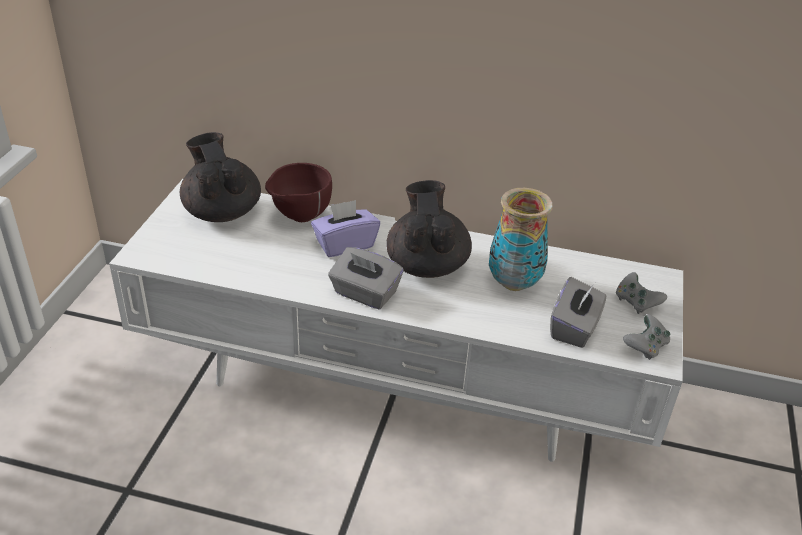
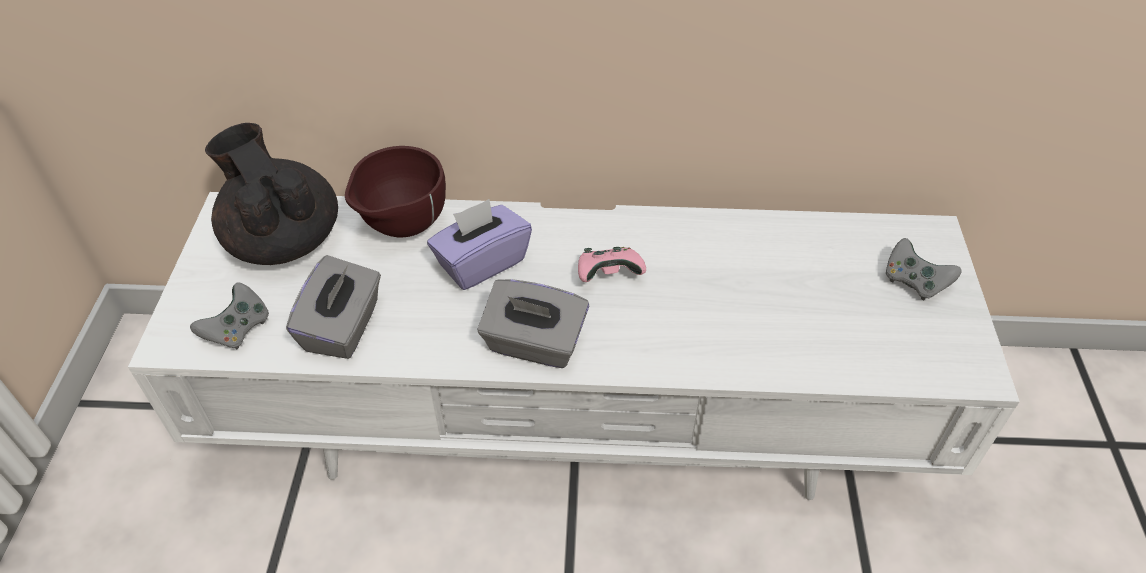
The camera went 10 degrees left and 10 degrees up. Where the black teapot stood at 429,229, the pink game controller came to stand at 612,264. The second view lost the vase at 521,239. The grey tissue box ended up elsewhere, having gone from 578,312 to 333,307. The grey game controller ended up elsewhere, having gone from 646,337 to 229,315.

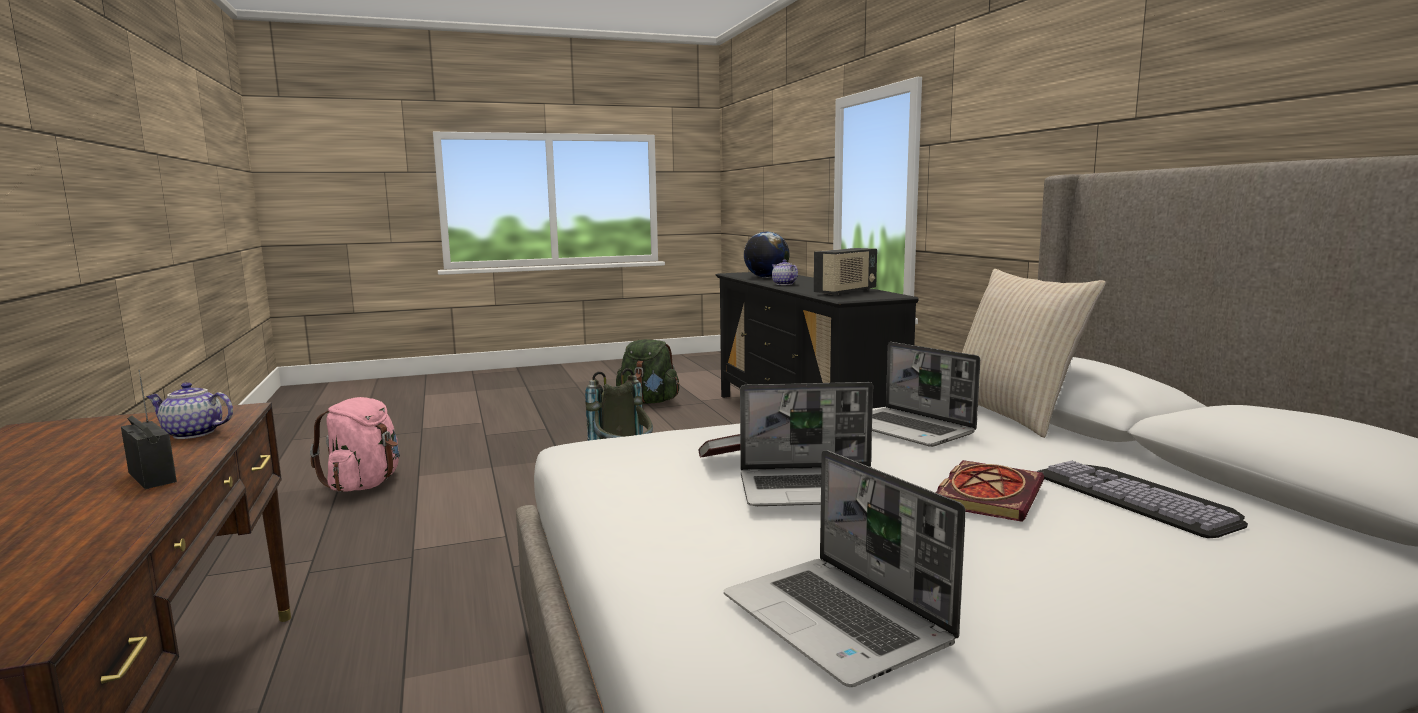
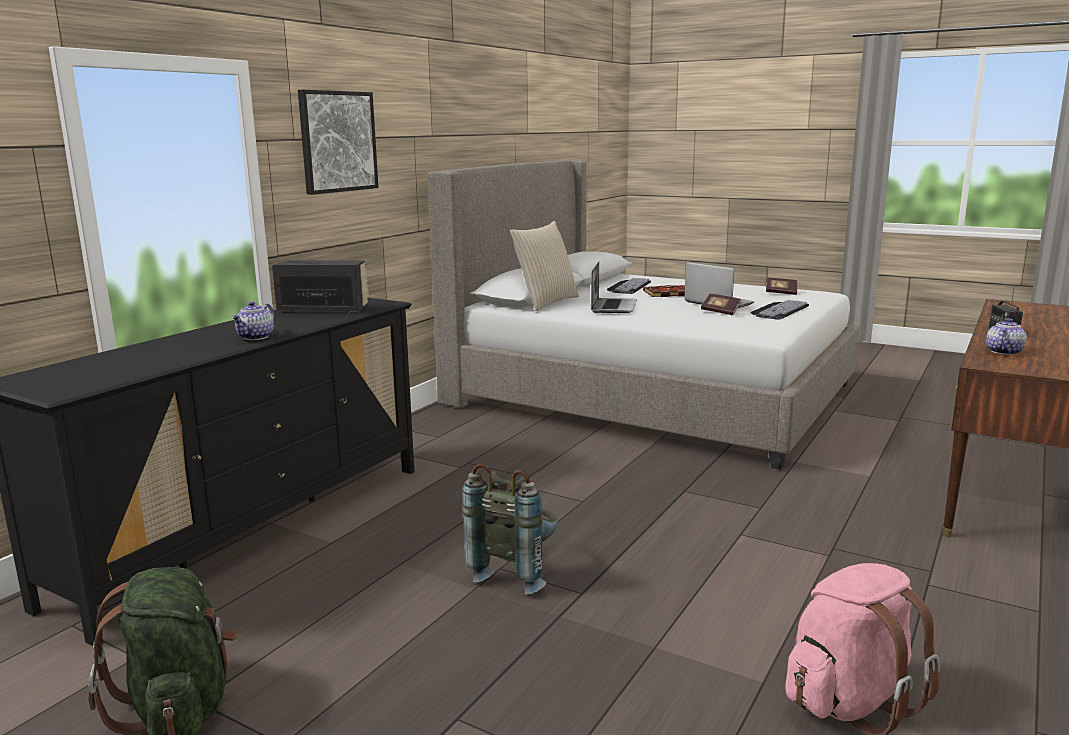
The camera went 130 degrees left and 5 degrees up. The second view lost the globe at 767,255. The teapot at 189,410 ended up facing another way, 105 degrees counterclockwise from before. Where the laptop stood at 845,568, the book came to stand at 781,286. The second view gained the picture at 338,142. The second view gained the keyboard at 780,310.

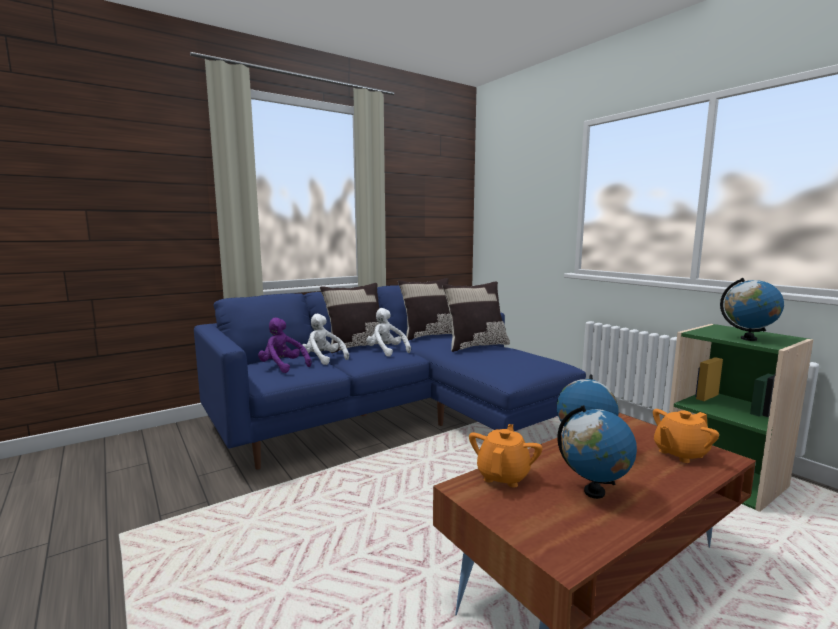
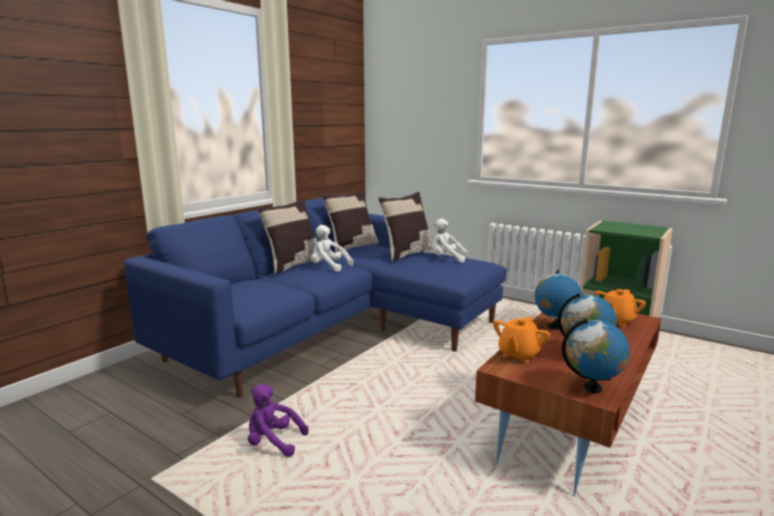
The camera went 20 degrees left and 5 degrees up. The globe ended up elsewhere, having gone from 752,309 to 596,356. The white plush toy ended up elsewhere, having gone from 326,339 to 450,241. The purple plush toy ended up elsewhere, having gone from 284,345 to 278,420. The orange teapot at 505,456 ended up facing another way, 150 degrees counterclockwise from before.

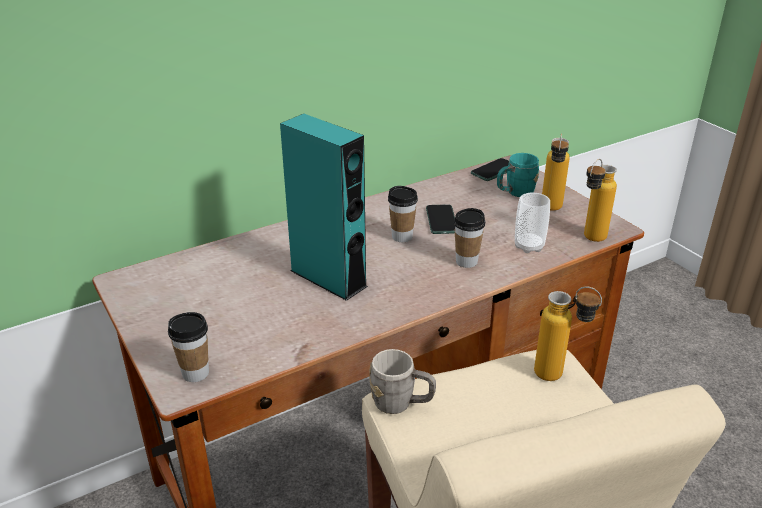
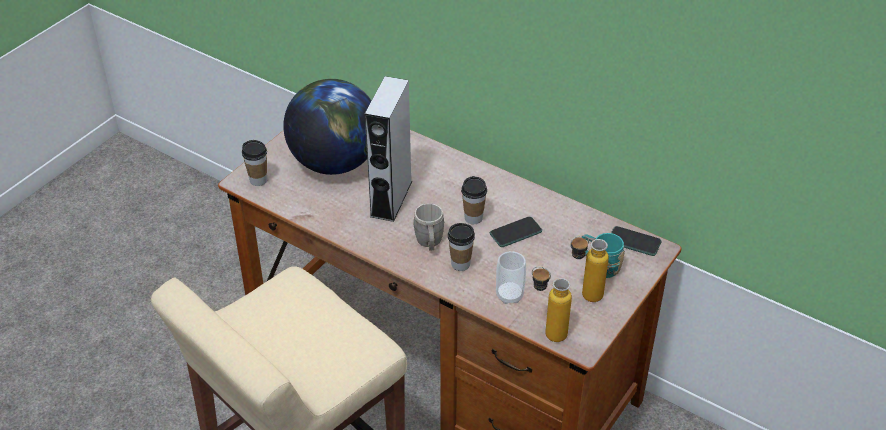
The camera went 65 degrees right and 10 degrees up. What was the turquoise speaker at 324,207 turned into the grey speaker at 388,149. The second view lost the bottle at 568,334. The grey mug ended up elsewhere, having gone from 402,381 to 428,227. The second view gained the globe at 327,127.

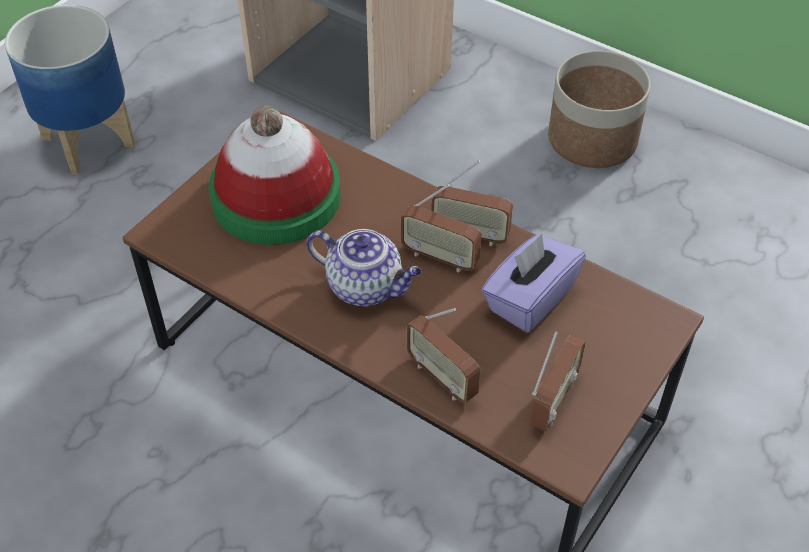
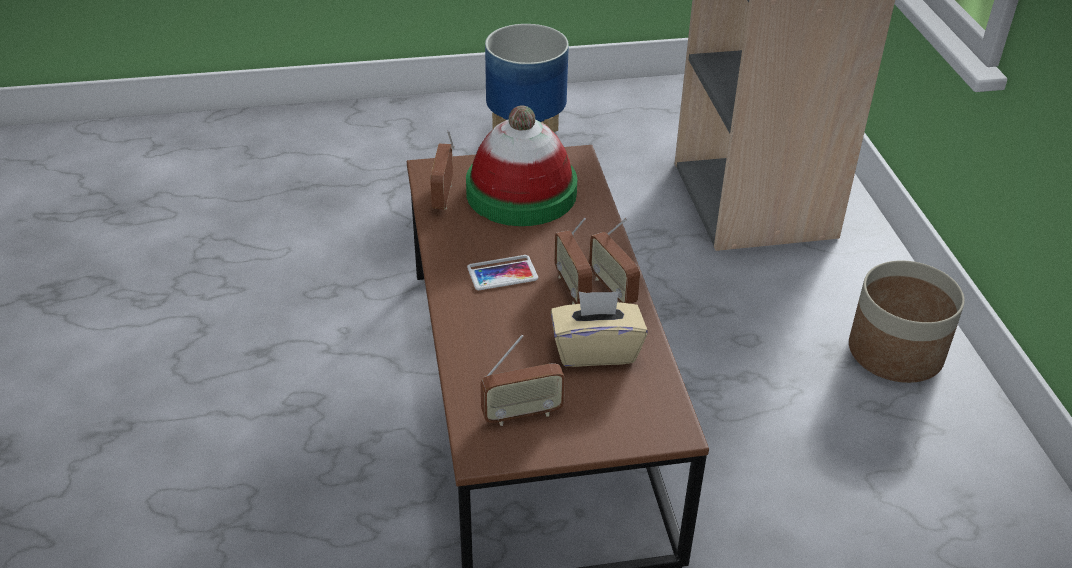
The camera went 45 degrees right and 10 degrees down. Where the teapot stood at 364,268, the phone came to stand at 502,272. What was the purple tissue box at 534,283 turned into the beige tissue box at 599,329. The radio ended up elsewhere, having gone from 443,356 to 442,169.

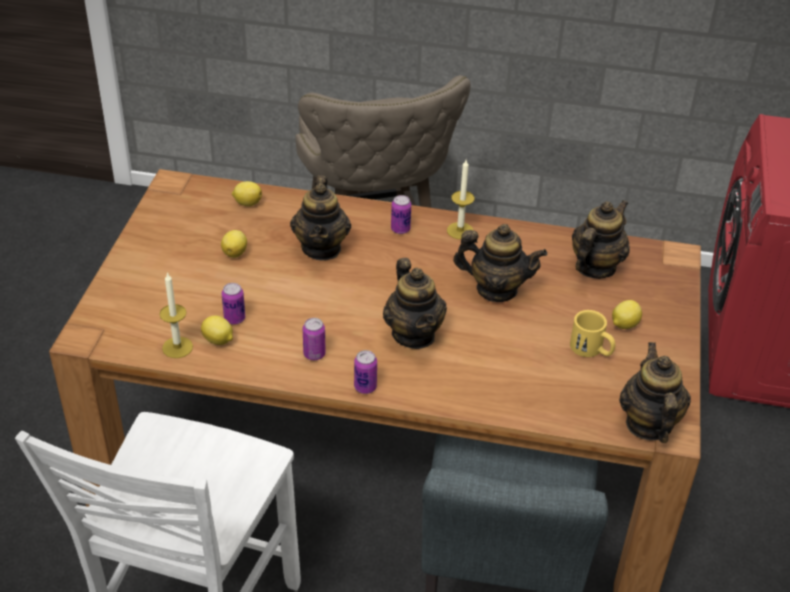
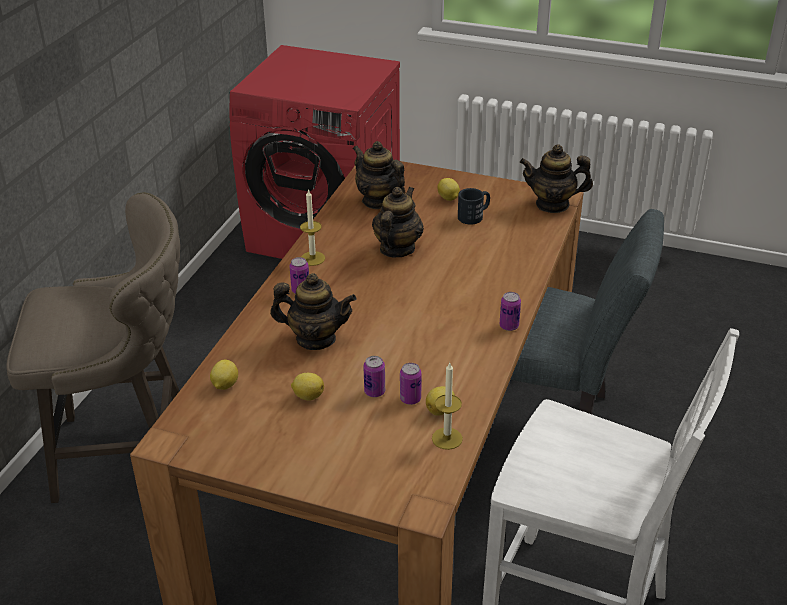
The camera went 80 degrees left and 5 degrees down. The second view lost the teapot at 415,303. What was the yellow mug at 592,333 turned into the black mug at 474,206. The can ended up elsewhere, having gone from 314,339 to 374,376.

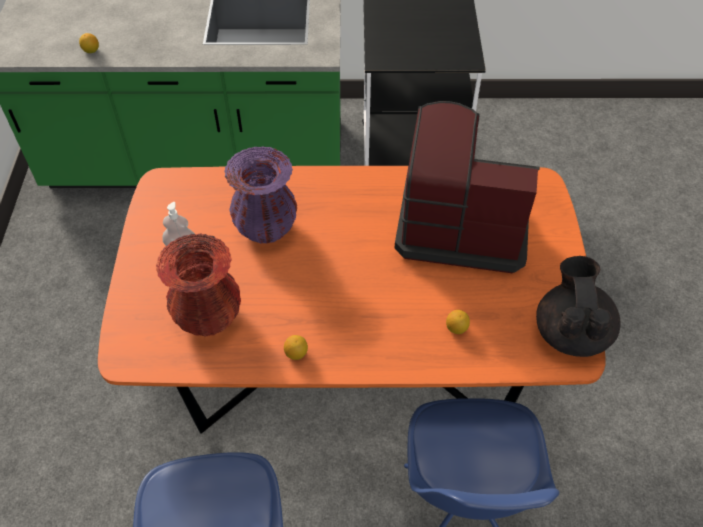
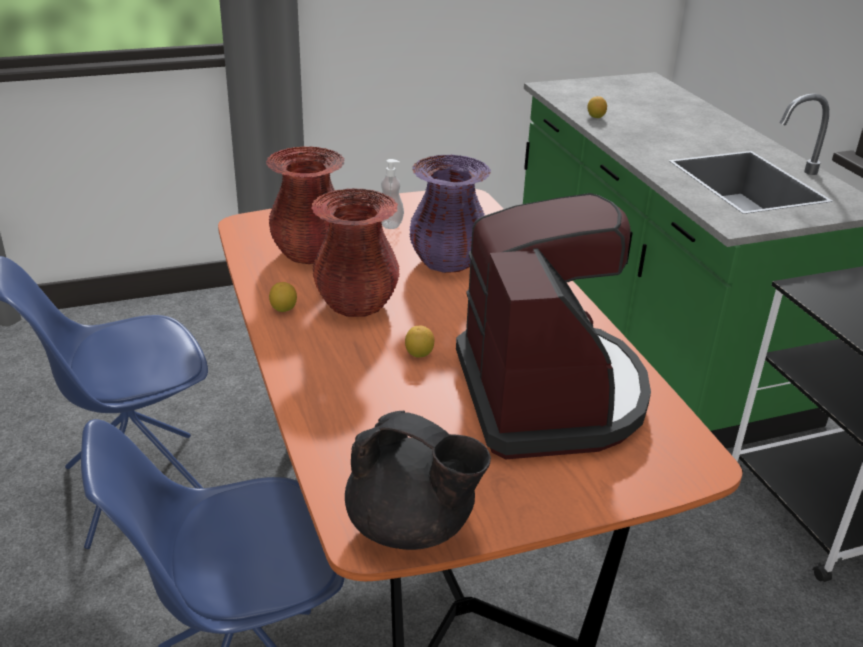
The camera went 70 degrees right and 20 degrees down. The black teapot at 578,306 ended up facing another way, 45 degrees clockwise from before. The lemon ended up elsewhere, having gone from 458,322 to 419,342. The second view gained the red vase at 356,252.

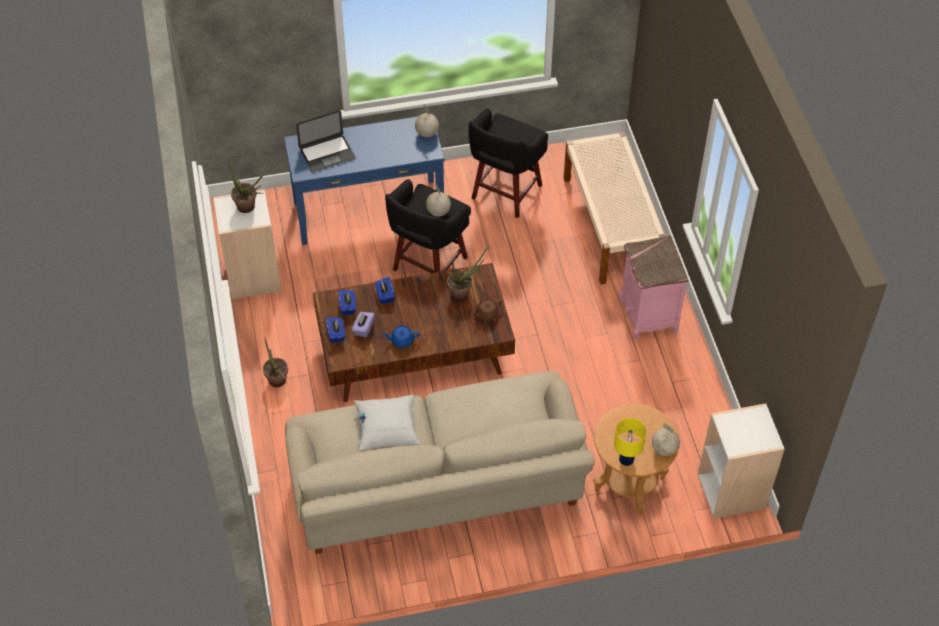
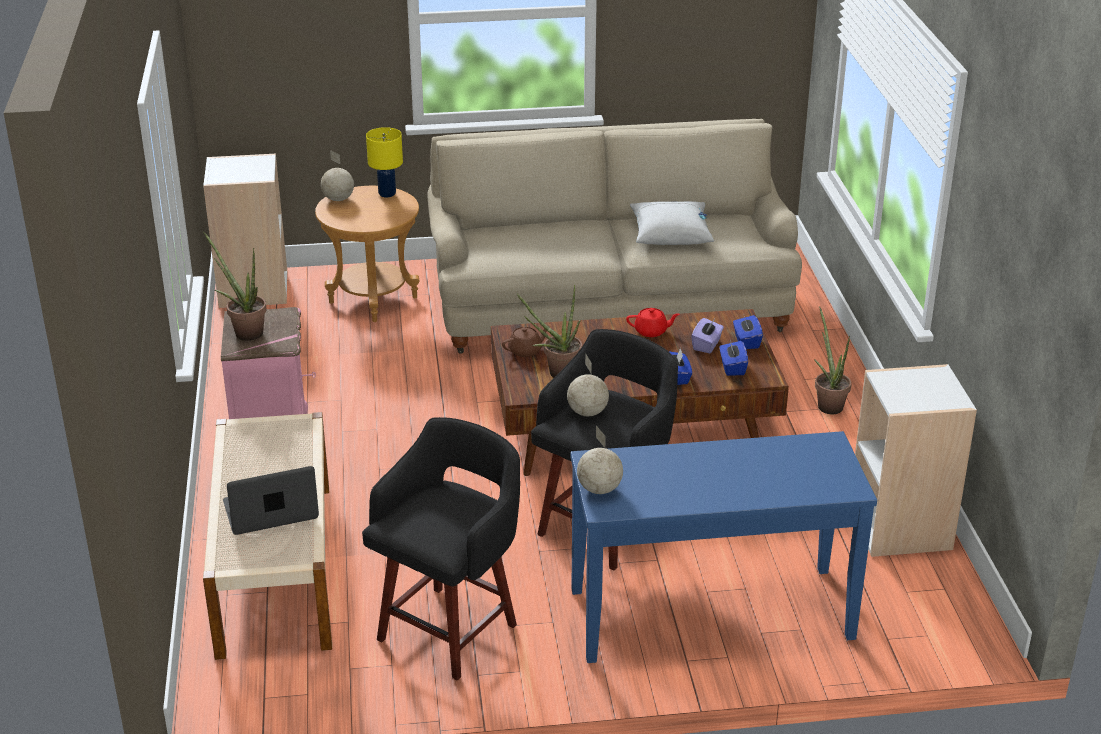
The camera went 175 degrees left and 20 degrees down. The laptop ended up elsewhere, having gone from 325,141 to 271,500. The potted plant ended up elsewhere, having gone from 246,188 to 235,286. What was the blue teapot at 401,337 turned into the red teapot at 653,322.

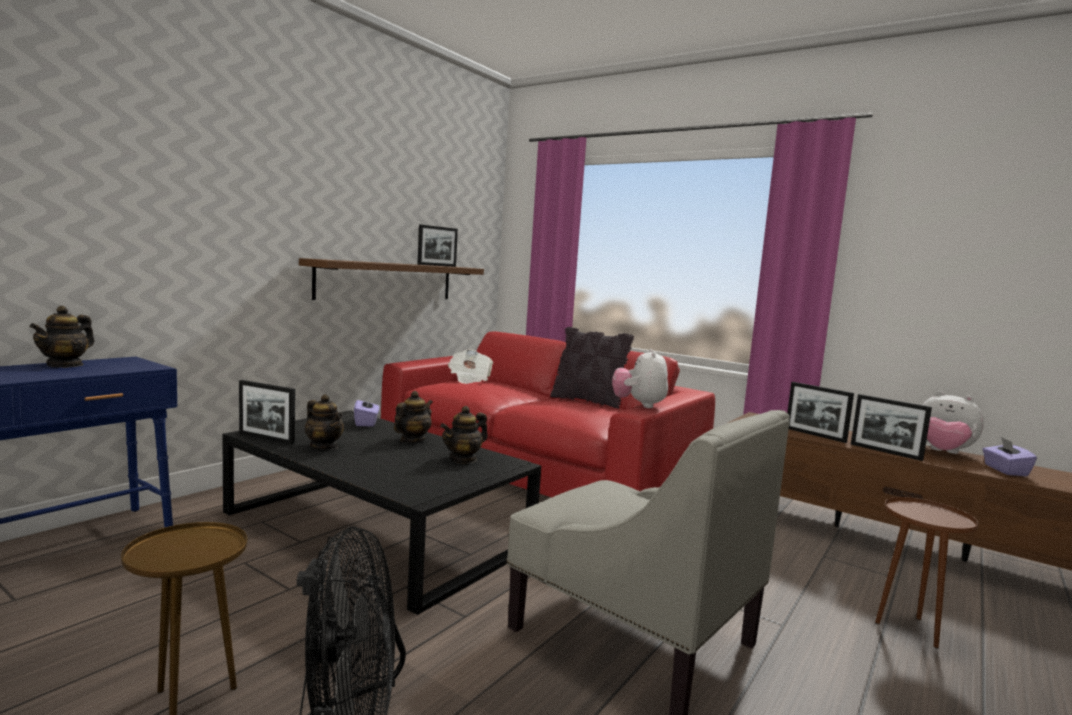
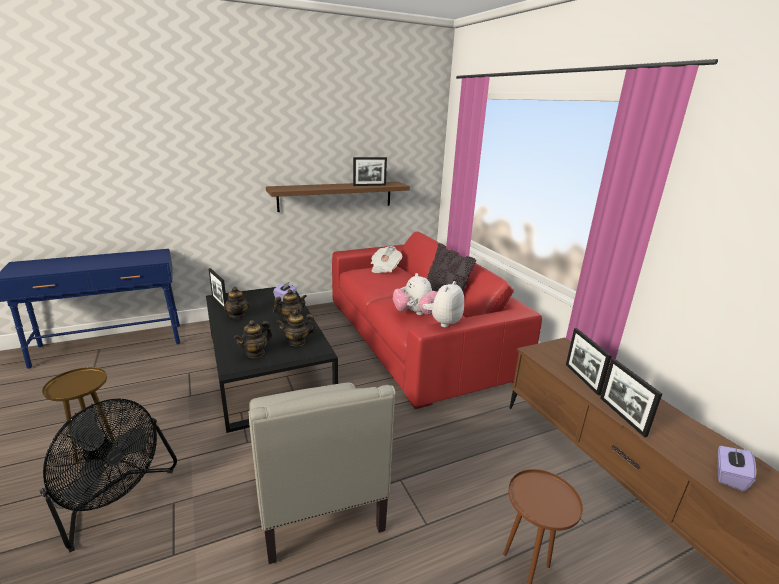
The camera went 30 degrees right and 15 degrees up. The teapot ended up elsewhere, having gone from 62,337 to 253,339. The plush toy ended up elsewhere, having gone from 953,422 to 412,294.

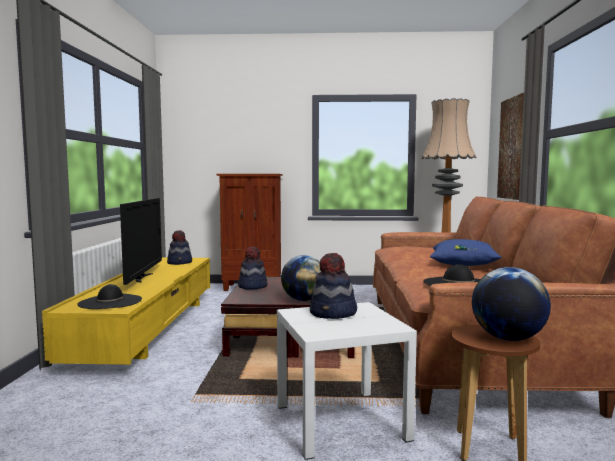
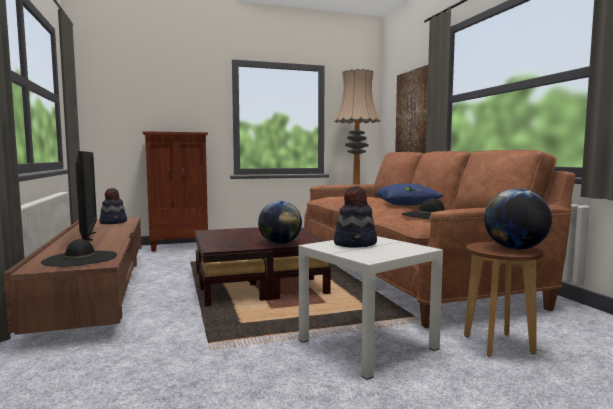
The camera went 20 degrees left and 0 degrees up. The second view lost the hat at 252,268. What was the yellow tv stand at 126,311 turned into the brown tv stand at 72,276.

